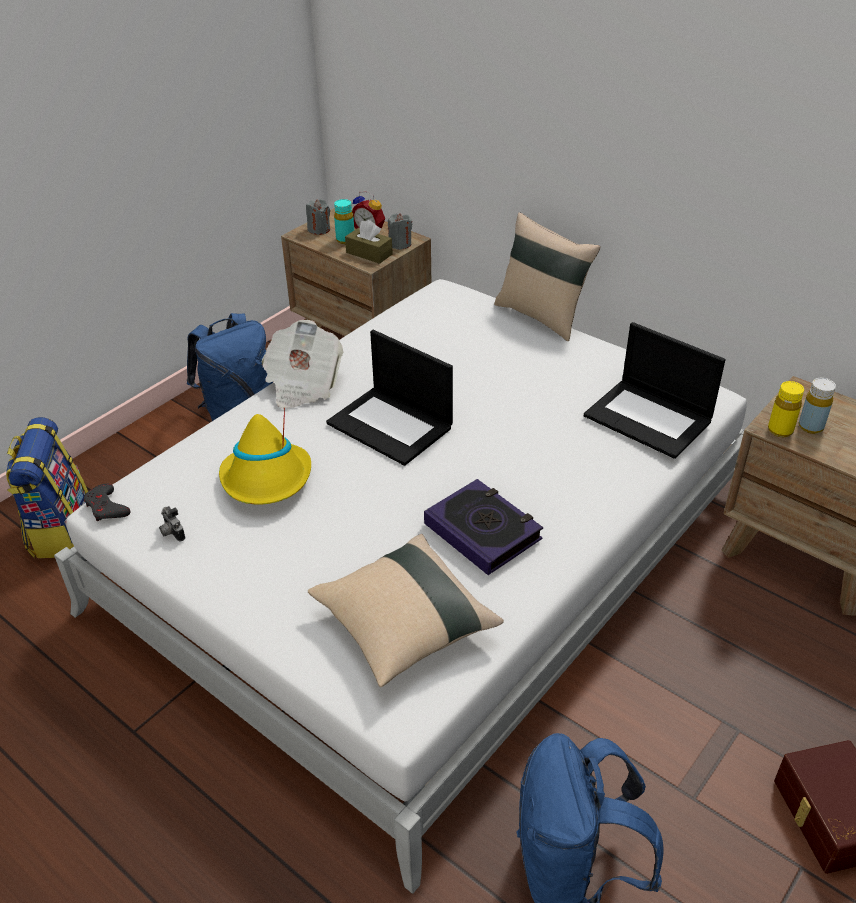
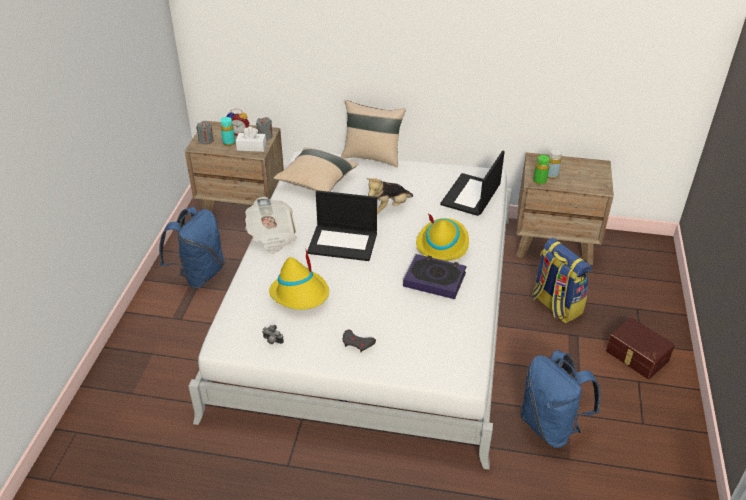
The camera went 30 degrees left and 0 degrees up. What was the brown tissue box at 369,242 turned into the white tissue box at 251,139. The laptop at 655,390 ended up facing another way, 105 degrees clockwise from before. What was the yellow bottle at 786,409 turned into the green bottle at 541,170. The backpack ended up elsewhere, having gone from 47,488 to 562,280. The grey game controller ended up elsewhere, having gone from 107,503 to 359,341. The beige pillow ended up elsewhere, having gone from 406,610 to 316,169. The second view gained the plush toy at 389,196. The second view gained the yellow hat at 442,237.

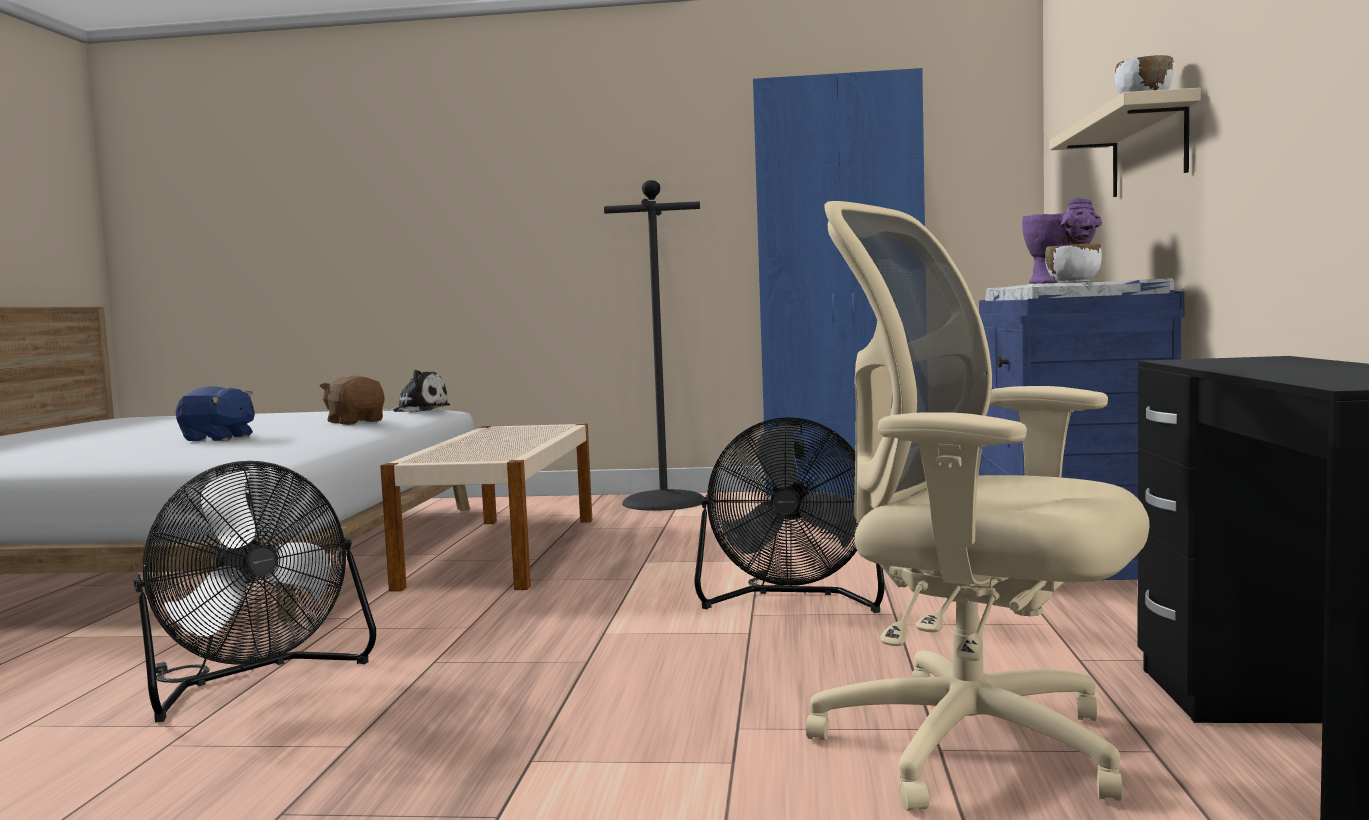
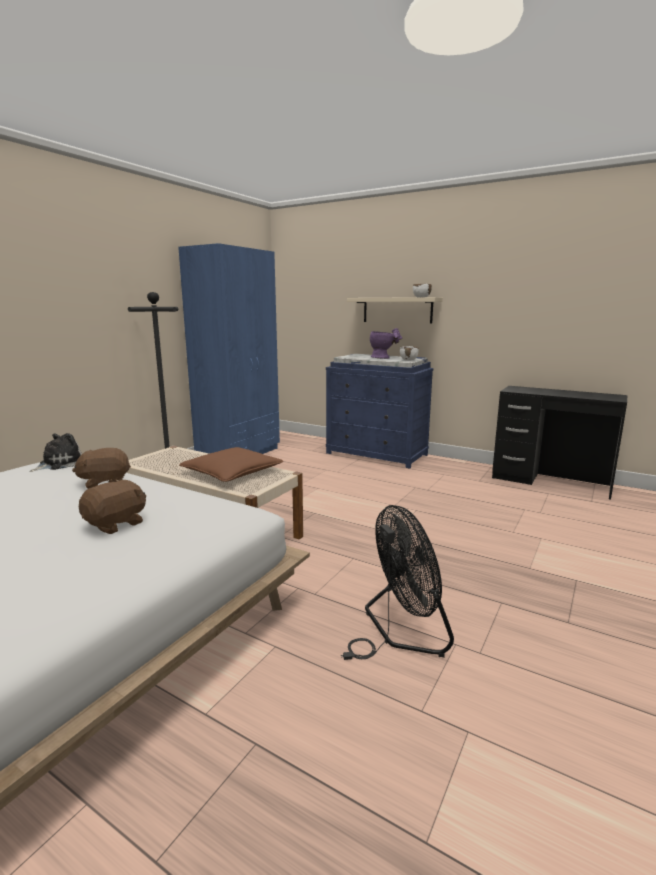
The camera went 65 degrees left and 10 degrees up. The second view lost the beige office chair at 978,506. What was the blue plush toy at 215,413 turned into the brown plush toy at 112,507. The second view lost the black fan at 789,515. The second view gained the brown pillow at 231,464.

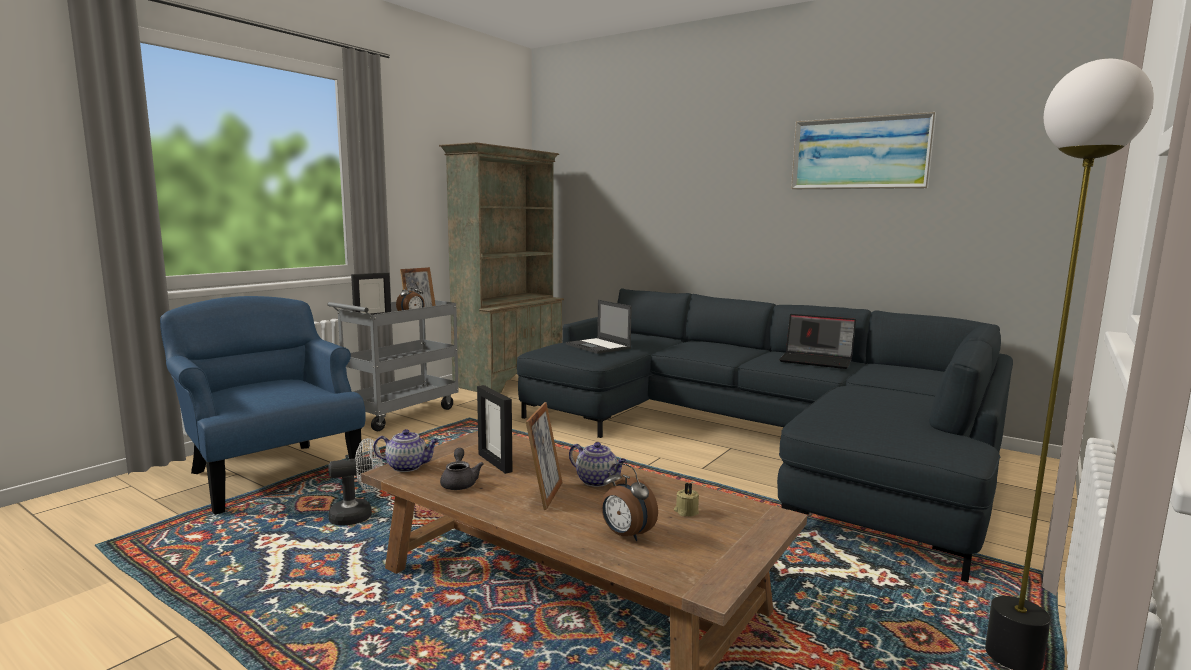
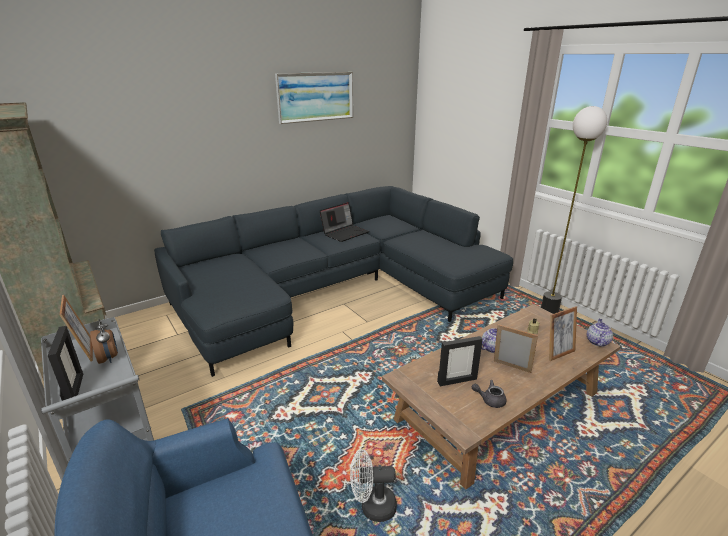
The camera went 70 degrees left and 15 degrees up. The second view lost the laptop at 599,327. The teapot ended up elsewhere, having gone from 406,450 to 600,333. The white fan at 355,482 ended up facing another way, 90 degrees counterclockwise from before. Where the alarm clock stood at 629,502, the picture frame came to stand at 563,333.

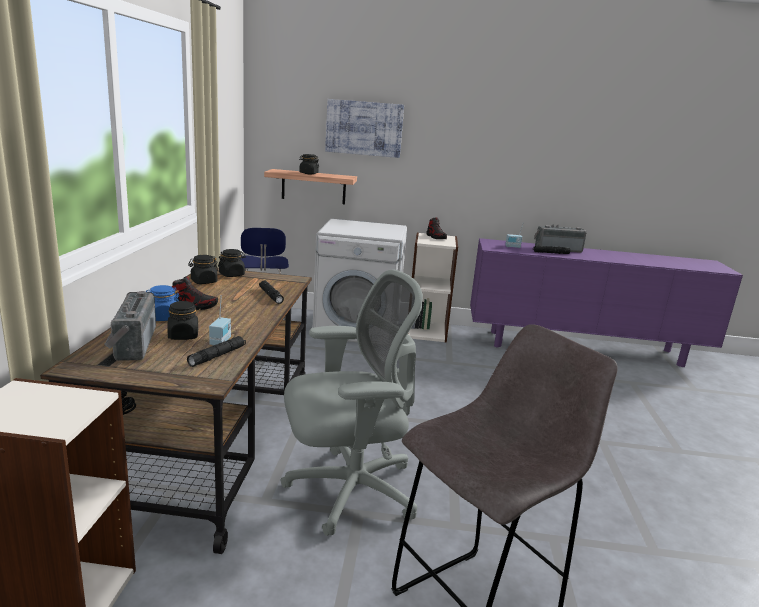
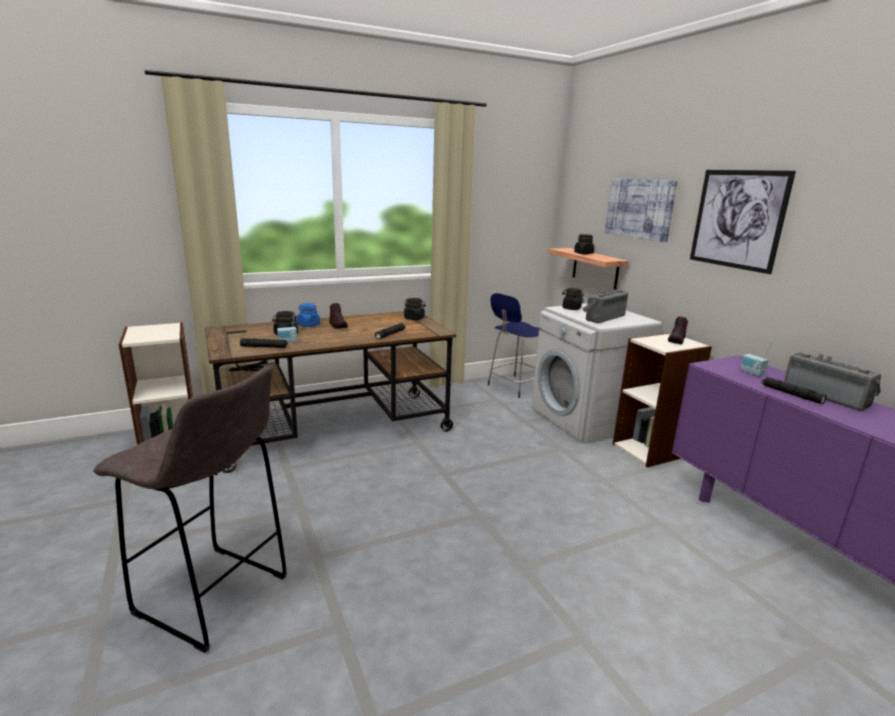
The camera went 60 degrees right and 0 degrees up. The black jar ended up elsewhere, having gone from 203,269 to 573,299. The second view lost the grey office chair at 352,403. The radio ended up elsewhere, having gone from 130,326 to 605,306. The second view gained the picture at 743,222.

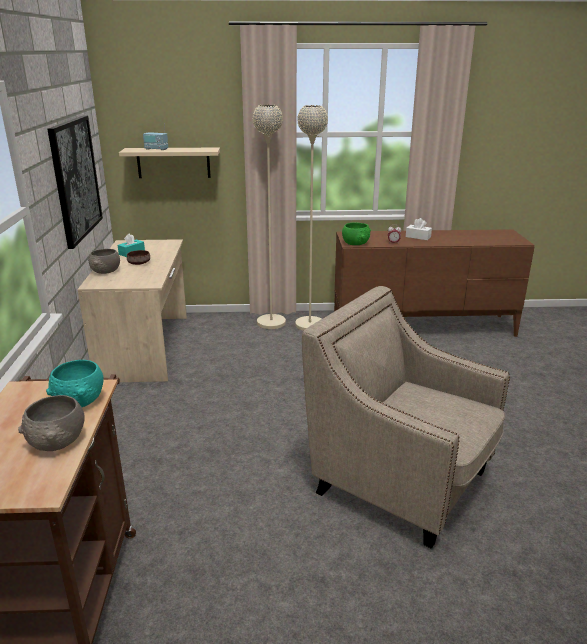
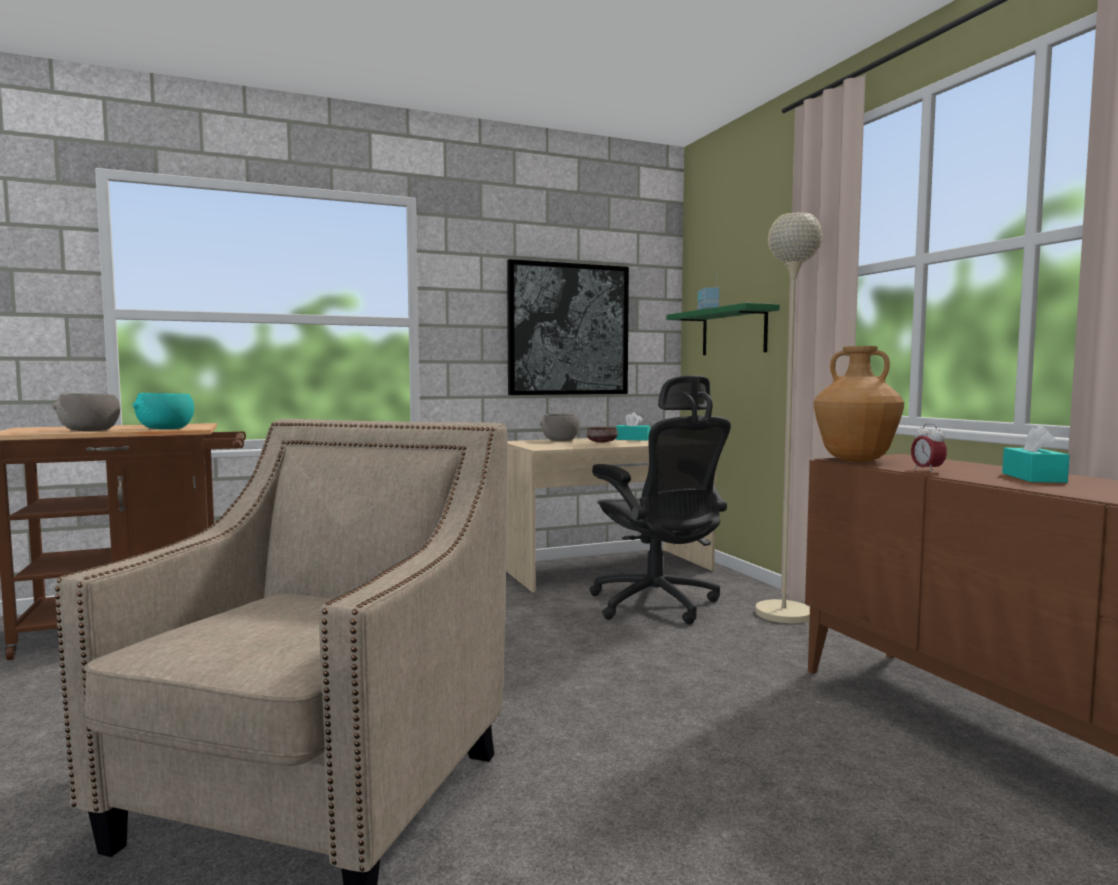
The camera went 70 degrees right and 20 degrees down. The second view lost the beige floor lamp at 311,218. What was the beige shelf at 169,163 turned into the green shelf at 723,329. What was the white tissue box at 419,229 turned into the turquoise tissue box at 1036,453. Where the green bowl stood at 356,233, the brown vase came to stand at 859,404. The second view gained the office chair at 660,499.

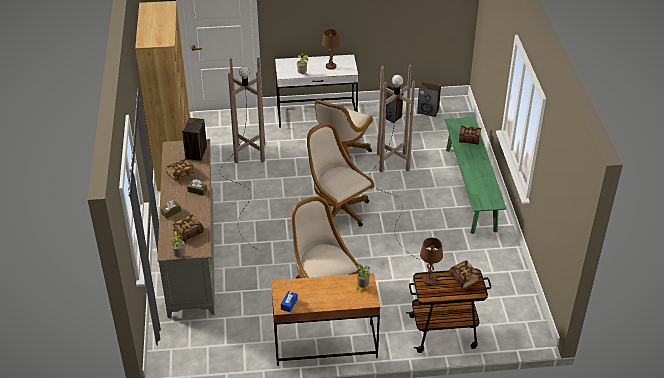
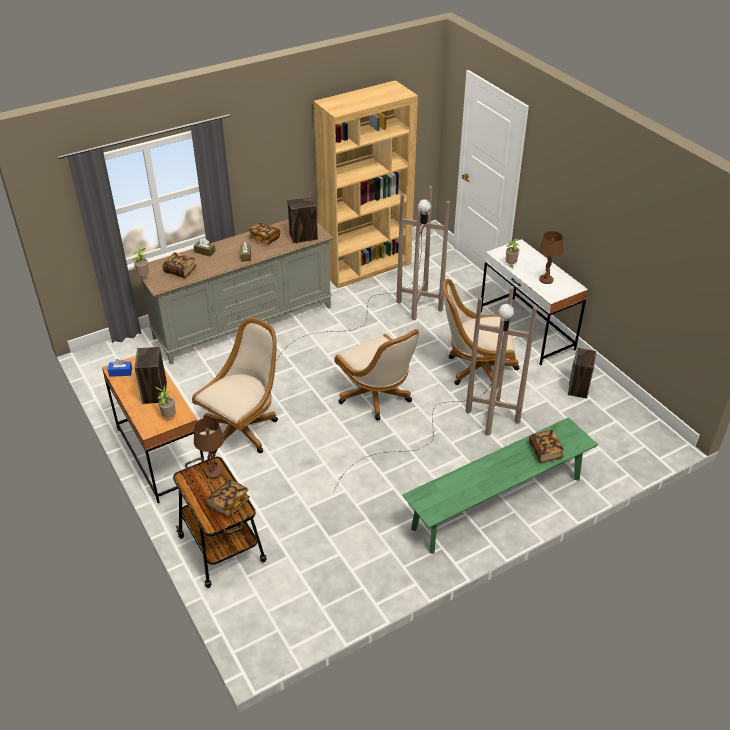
The camera went 65 degrees right and 0 degrees up. The speaker ended up elsewhere, having gone from 429,99 to 151,375. The office chair at 340,175 ended up facing another way, 120 degrees clockwise from before.

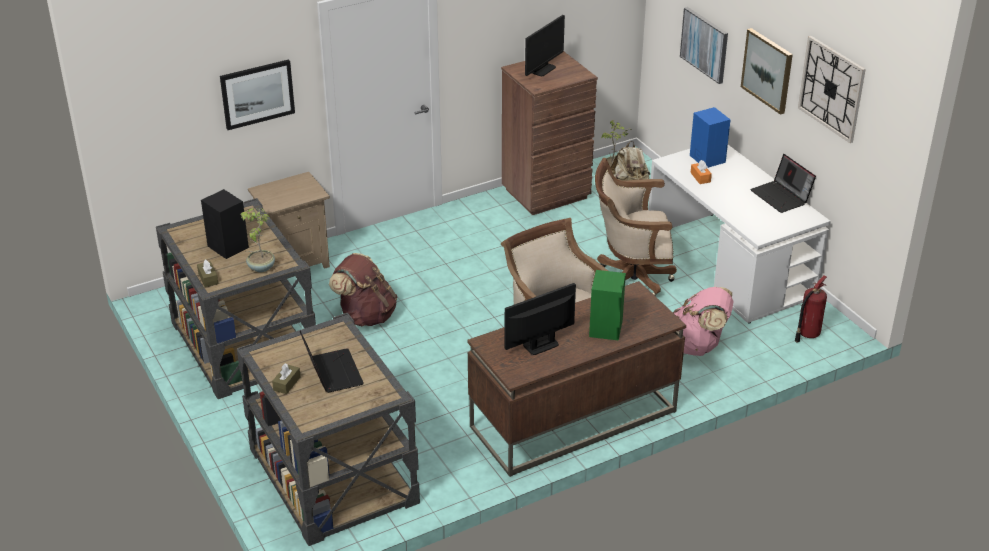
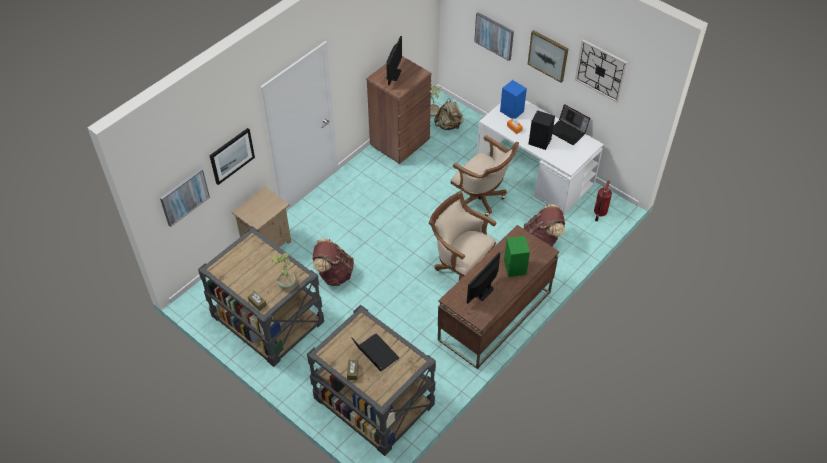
The camera went 20 degrees left and 15 degrees up. The office chair at 636,227 ended up facing another way, 120 degrees counterclockwise from before. The black speaker ended up elsewhere, having gone from 225,224 to 542,130. What was the pink backpack at 703,321 turned into the brown backpack at 544,225. The second view gained the picture at 185,197.

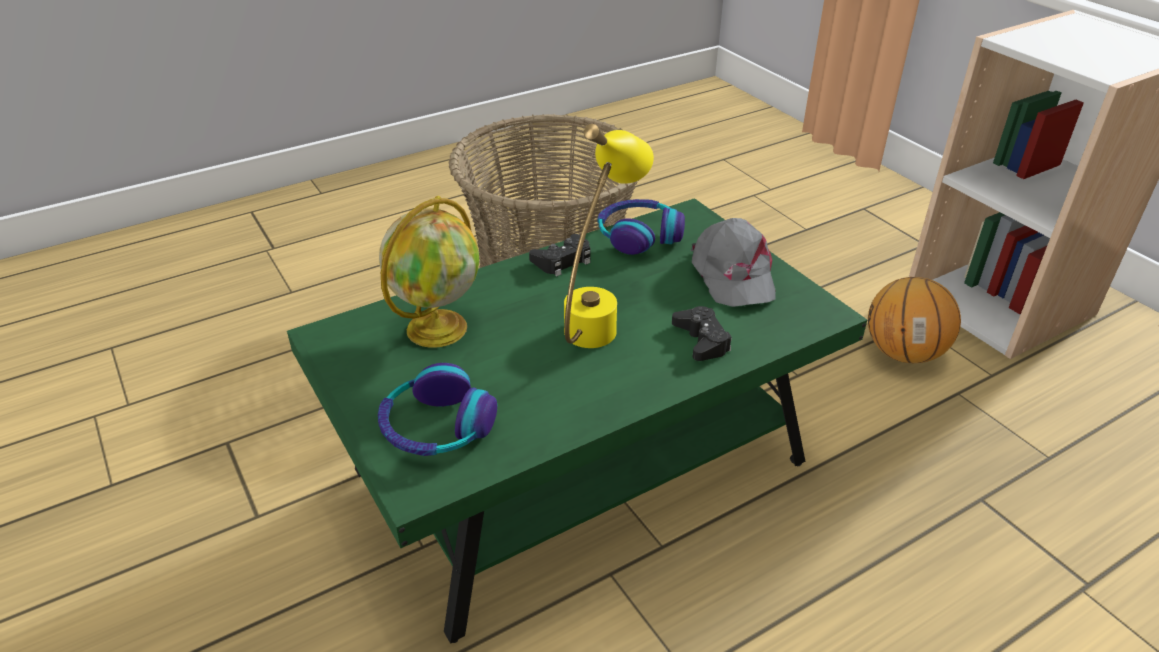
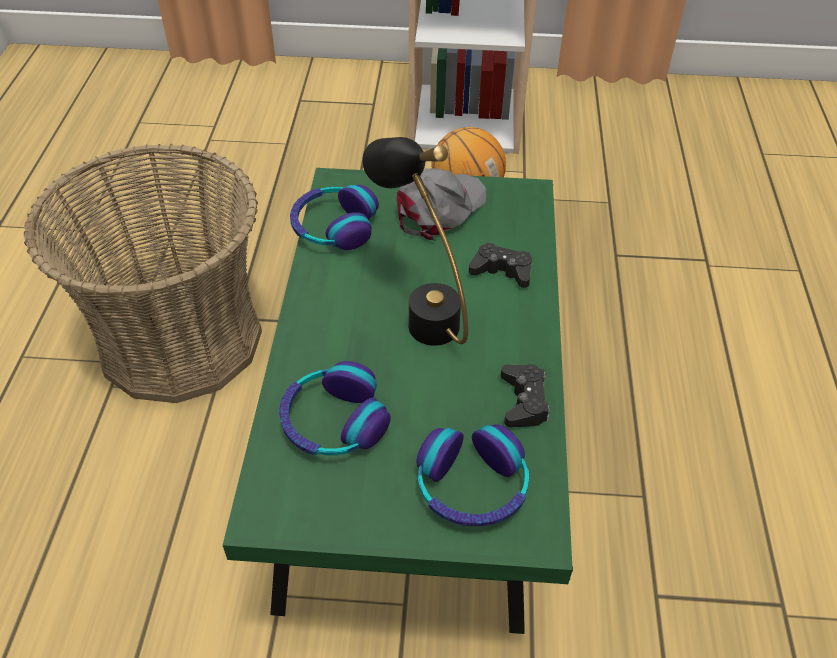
The camera went 55 degrees left and 10 degrees up. What was the yellow table lamp at 609,236 turned into the black table lamp at 415,241. Where the globe stood at 429,272, the headphones came to stand at 335,408. The grey cap at 733,262 ended up facing another way, 75 degrees counterclockwise from before. The black game controller ended up elsewhere, having gone from 560,255 to 525,395.

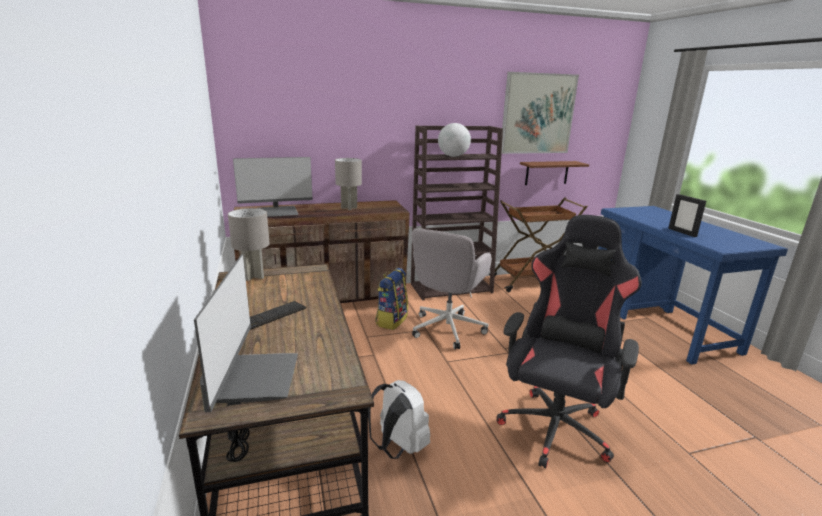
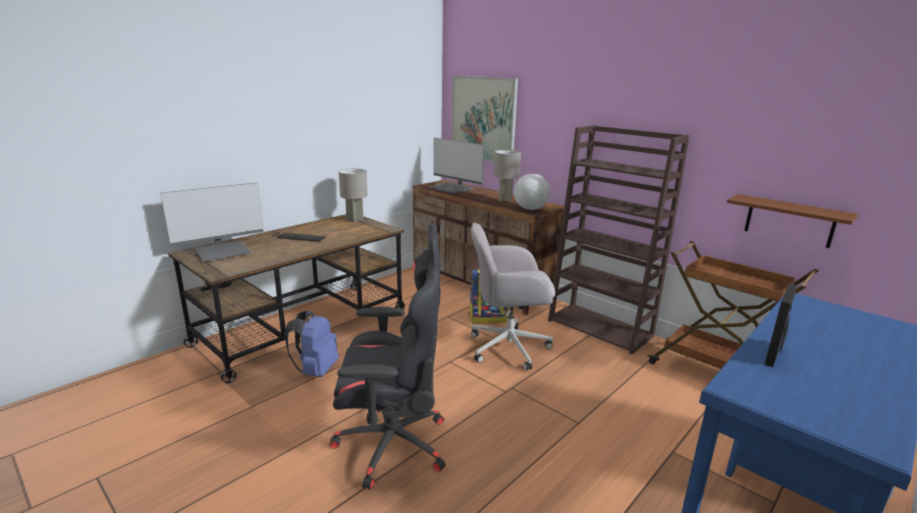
The camera went 60 degrees right and 0 degrees up. The picture ended up elsewhere, having gone from 540,113 to 485,119. The globe ended up elsewhere, having gone from 454,140 to 532,192. What was the white backpack at 399,419 turned into the blue backpack at 311,344.

